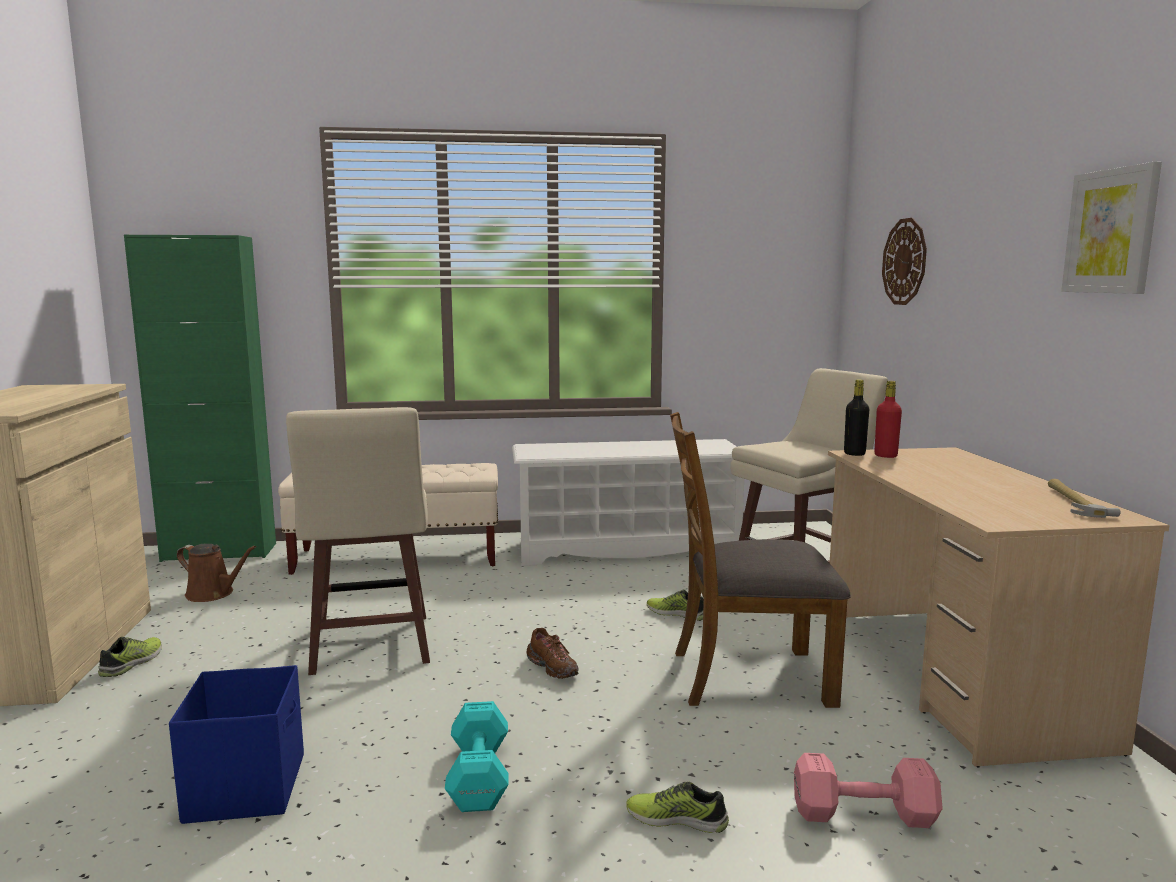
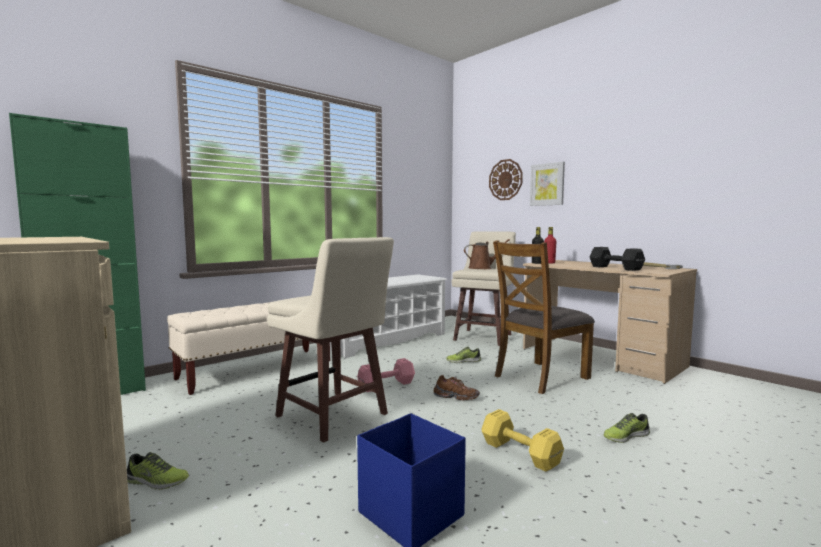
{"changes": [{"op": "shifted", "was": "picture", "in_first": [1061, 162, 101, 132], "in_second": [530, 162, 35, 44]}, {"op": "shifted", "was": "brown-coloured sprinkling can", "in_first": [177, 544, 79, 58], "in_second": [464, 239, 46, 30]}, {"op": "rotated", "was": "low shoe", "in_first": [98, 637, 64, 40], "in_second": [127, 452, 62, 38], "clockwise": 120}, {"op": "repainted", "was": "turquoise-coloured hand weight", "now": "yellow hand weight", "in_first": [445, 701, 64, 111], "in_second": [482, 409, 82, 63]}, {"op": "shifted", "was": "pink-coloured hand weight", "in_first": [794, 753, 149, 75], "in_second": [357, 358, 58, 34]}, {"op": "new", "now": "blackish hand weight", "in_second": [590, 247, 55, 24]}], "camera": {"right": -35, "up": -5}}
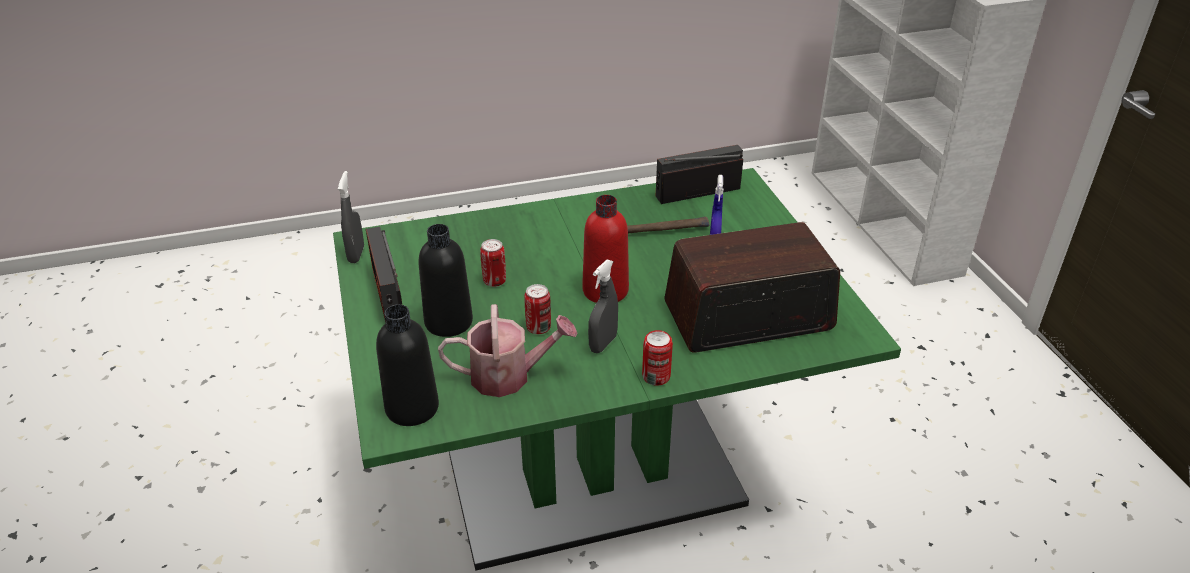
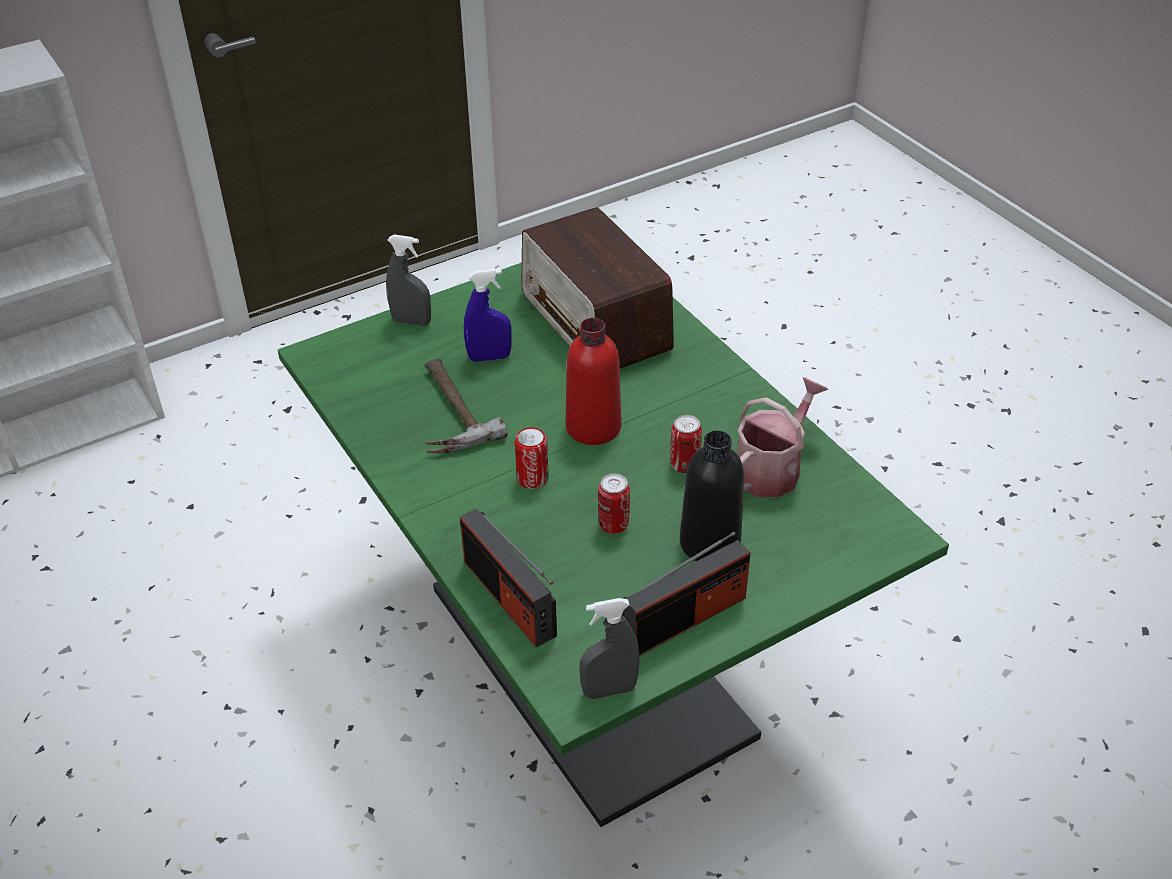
{"changes": [{"op": "shifted", "was": "radio receiver", "in_first": [656, 145, 87, 59], "in_second": [460, 508, 97, 139]}, {"op": "shifted", "was": "greyish sprayer", "in_first": [588, 260, 30, 93], "in_second": [386, 234, 45, 92]}, {"op": "gone", "was": "blackish beverage bottle", "in_first": [376, 304, 63, 122]}, {"op": "rotated", "was": "sprinkling can", "in_first": [438, 304, 140, 93], "in_second": [737, 377, 92, 121], "clockwise": 60}, {"op": "shifted", "was": "metal can", "in_first": [642, 330, 31, 55], "in_second": [515, 427, 34, 62]}], "camera": {"right": -105, "up": 5}}
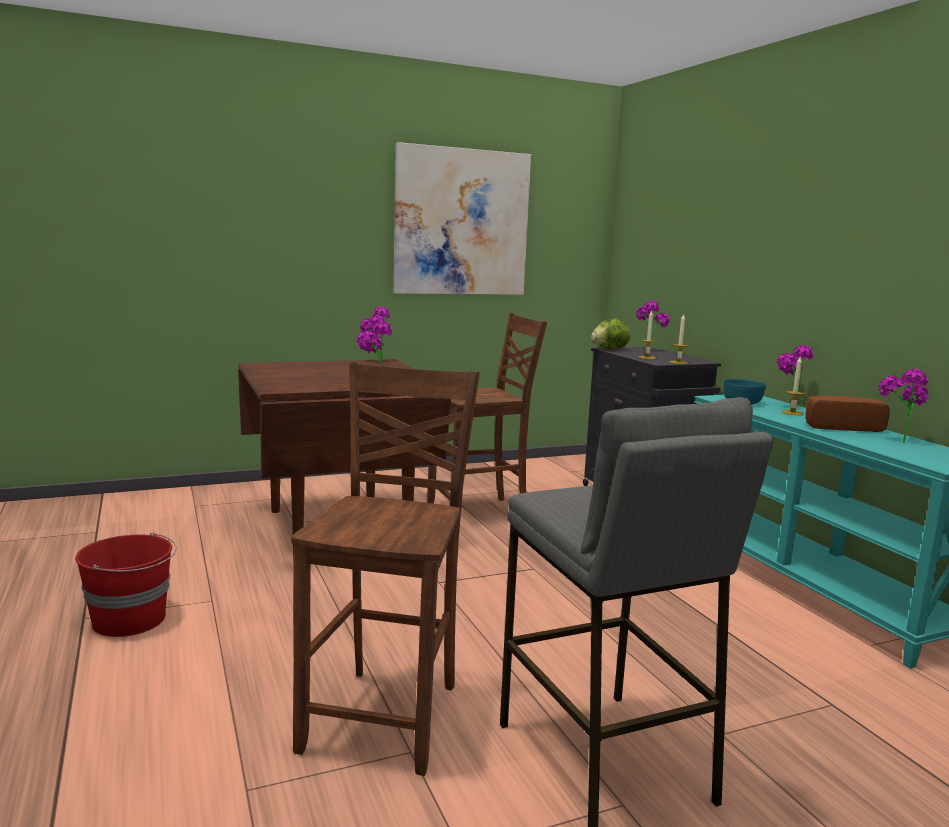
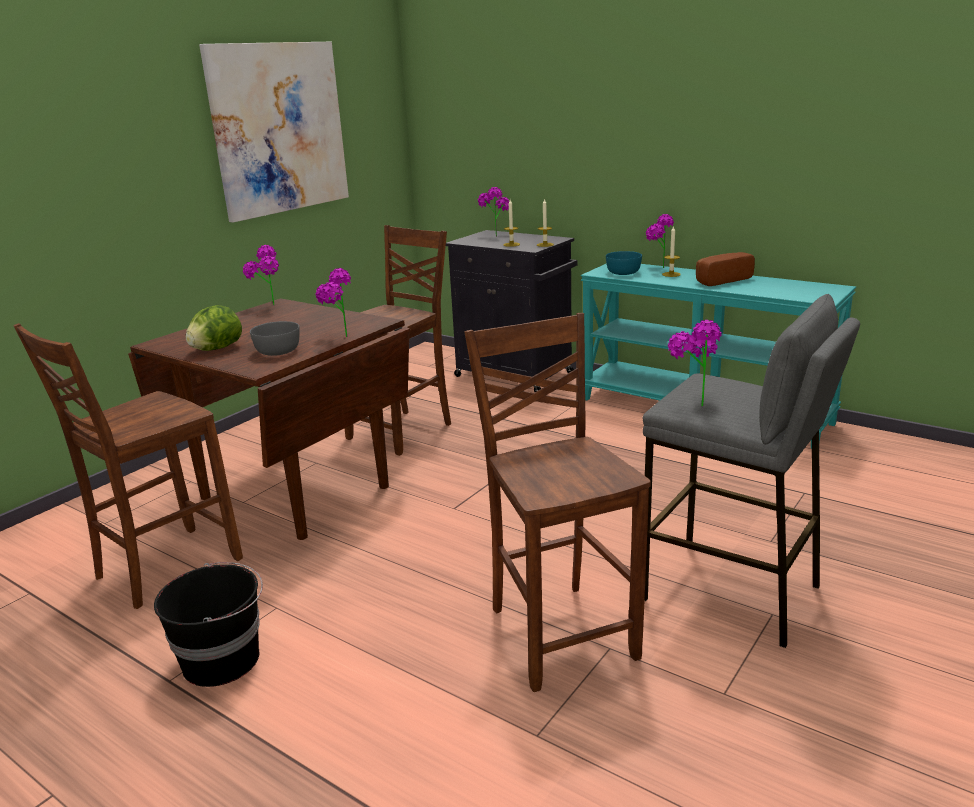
{"changes": [{"op": "shifted", "was": "lettuce", "in_first": [591, 318, 39, 31], "in_second": [186, 305, 56, 46]}, {"op": "shifted", "was": "houseplant", "in_first": [878, 369, 51, 74], "in_second": [668, 320, 54, 86]}, {"op": "repainted", "was": "red-coloured pail", "now": "blackish pail", "in_first": [75, 532, 102, 105], "in_second": [154, 562, 109, 125]}, {"op": "new", "now": "greyish deep dish", "in_second": [250, 321, 50, 35]}, {"op": "new", "now": "brown-coloured chair", "in_second": [13, 323, 230, 286]}], "camera": {"right": -30, "up": 10}}
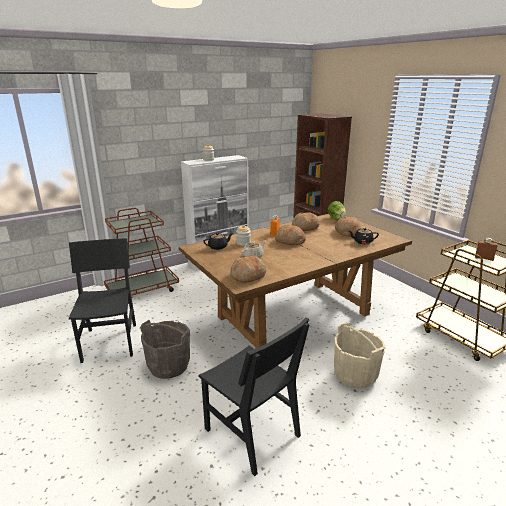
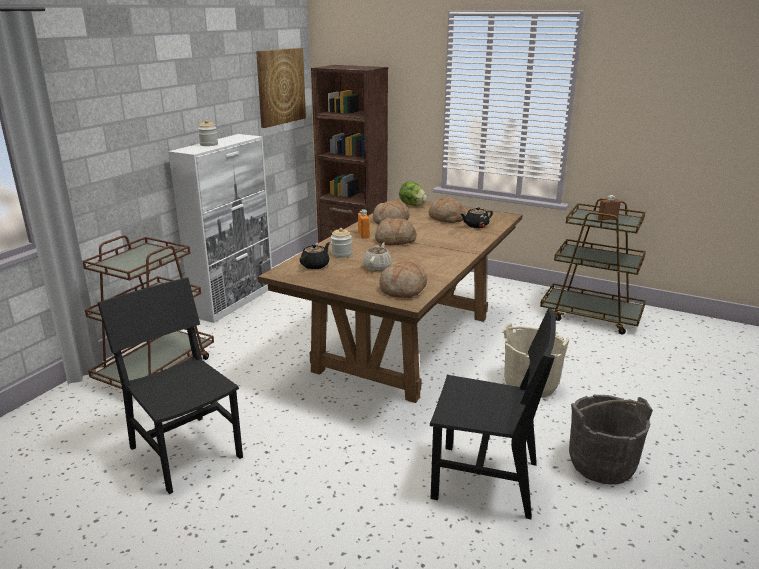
{"changes": [{"op": "shifted", "was": "greyish pail", "in_first": [140, 320, 50, 59], "in_second": [569, 395, 84, 89]}, {"op": "new", "now": "picture", "in_second": [256, 48, 50, 80]}], "camera": {"right": -30, "up": 0}}
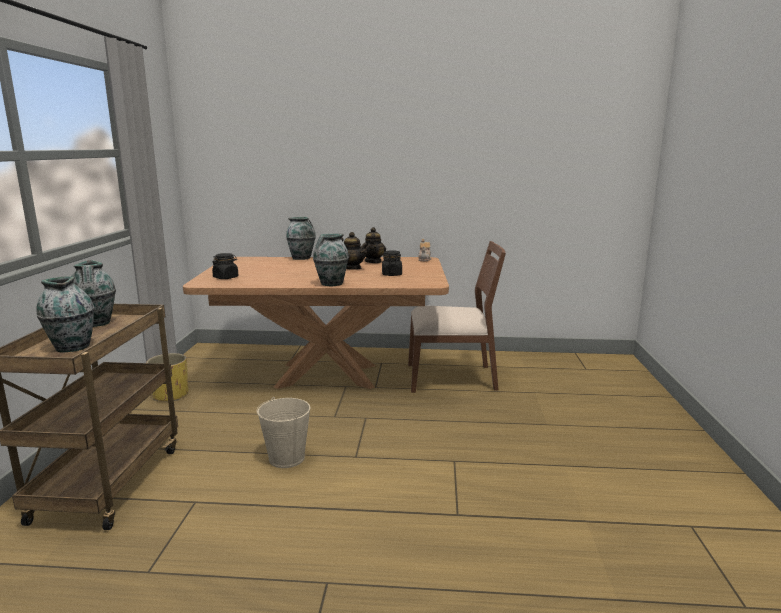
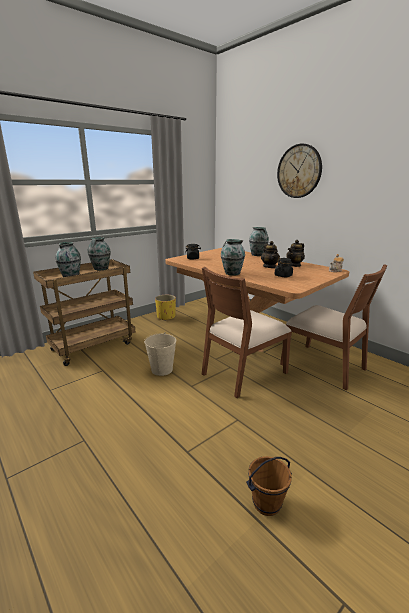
{"changes": [{"op": "new", "now": "clock on the wall", "in_second": [277, 144, 45, 54]}, {"op": "new", "now": "brown-coloured chair", "in_second": [202, 267, 89, 131]}, {"op": "new", "now": "brown-coloured pail", "in_second": [246, 456, 46, 60]}], "camera": {"right": 45, "up": 5}}
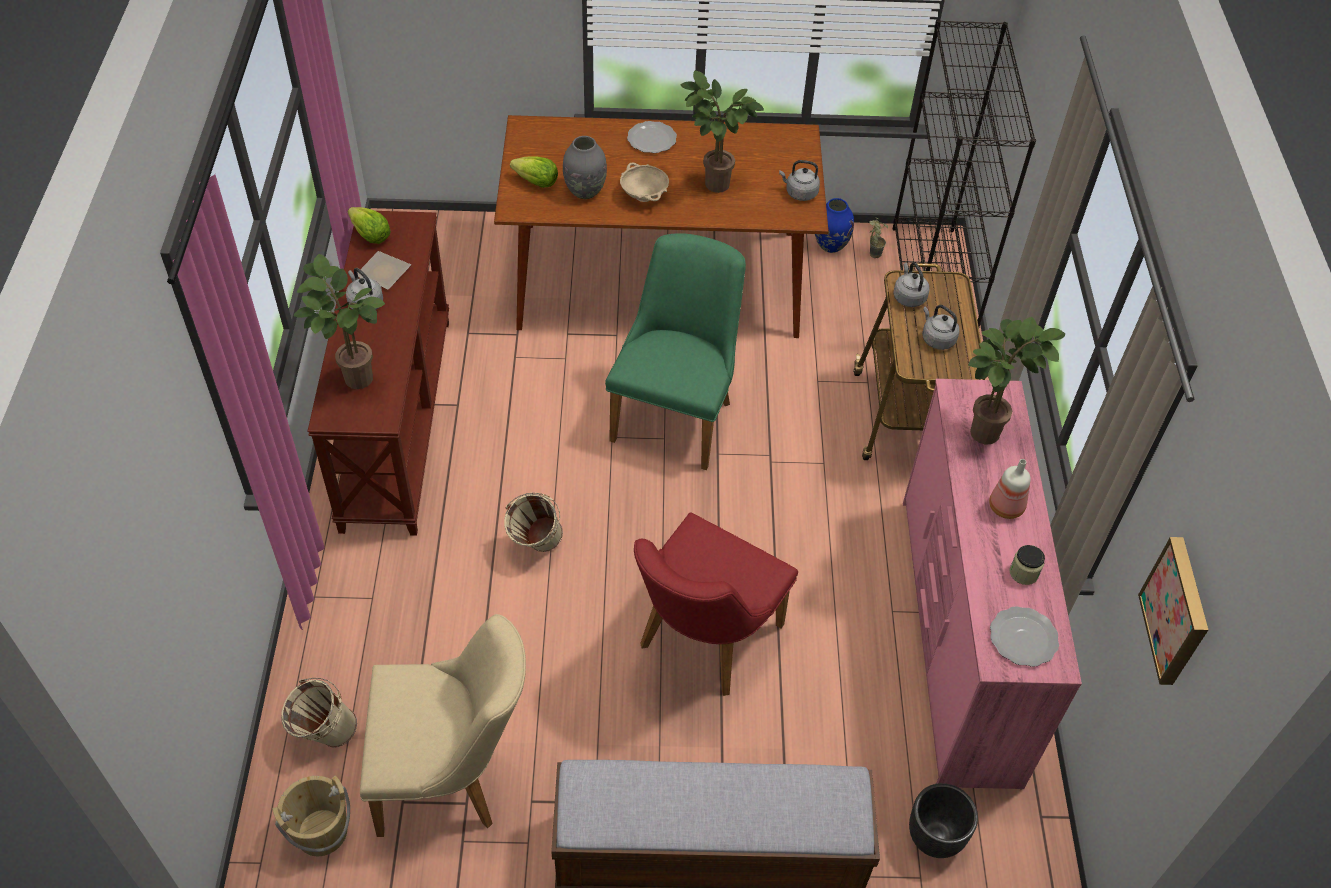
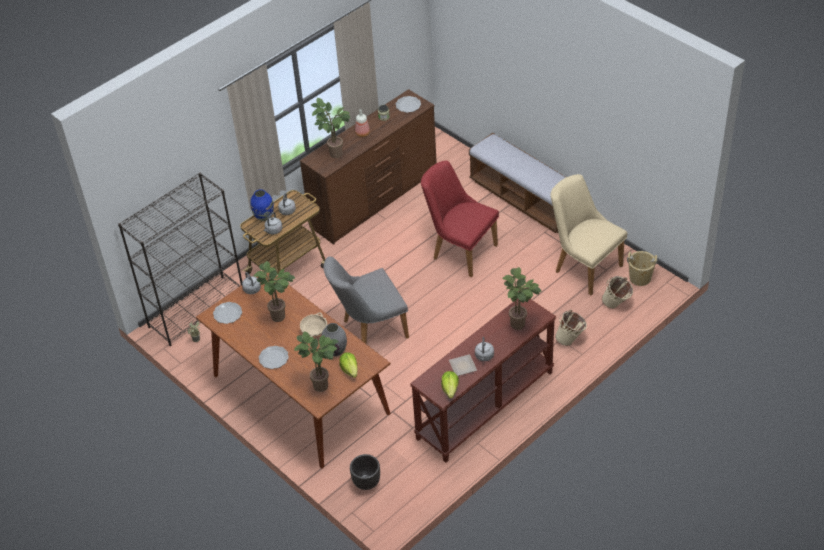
{"changes": [{"op": "shifted", "was": "blue vase", "in_first": [815, 198, 39, 55], "in_second": [250, 189, 24, 32]}, {"op": "repainted", "was": "green chair", "now": "greyish chair", "in_first": [605, 233, 141, 237], "in_second": [324, 257, 85, 87]}, {"op": "repainted", "was": "pink-coloured chest of drawers", "now": "brown-coloured chest of drawers", "in_first": [903, 379, 179, 410], "in_second": [300, 89, 137, 156]}, {"op": "shifted", "was": "beige-coloured pail", "in_first": [504, 493, 59, 59], "in_second": [555, 310, 32, 36]}, {"op": "rotated", "was": "red-coloured chair", "in_first": [634, 513, 164, 183], "in_second": [421, 160, 78, 117], "clockwise": -135}, {"op": "gone", "was": "picture", "in_first": [1138, 537, 70, 148]}, {"op": "shifted", "was": "blackish flower pot", "in_first": [909, 783, 69, 75], "in_second": [350, 454, 30, 36]}, {"op": "new", "now": "dinner plate", "in_second": [213, 302, 29, 22]}, {"op": "new", "now": "houseplant", "in_second": [294, 331, 44, 61]}], "camera": {"right": -130, "up": -5}}
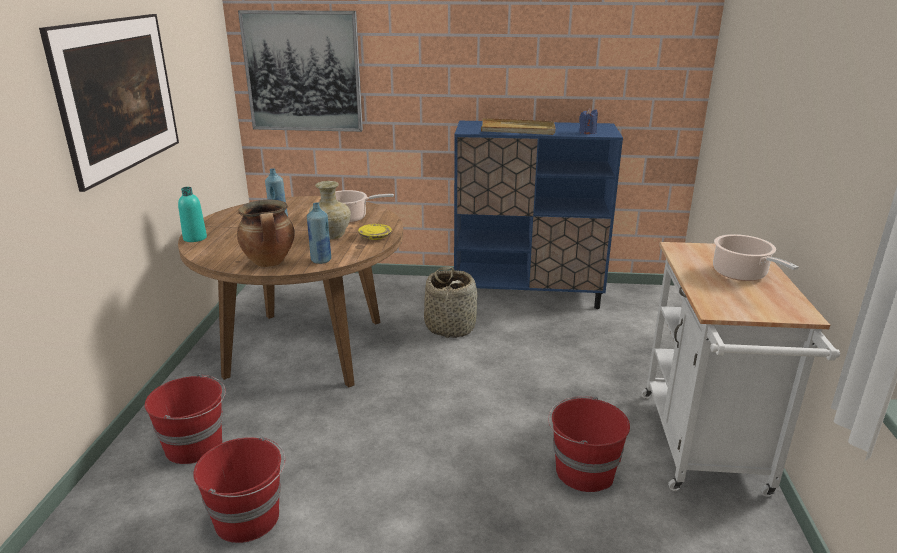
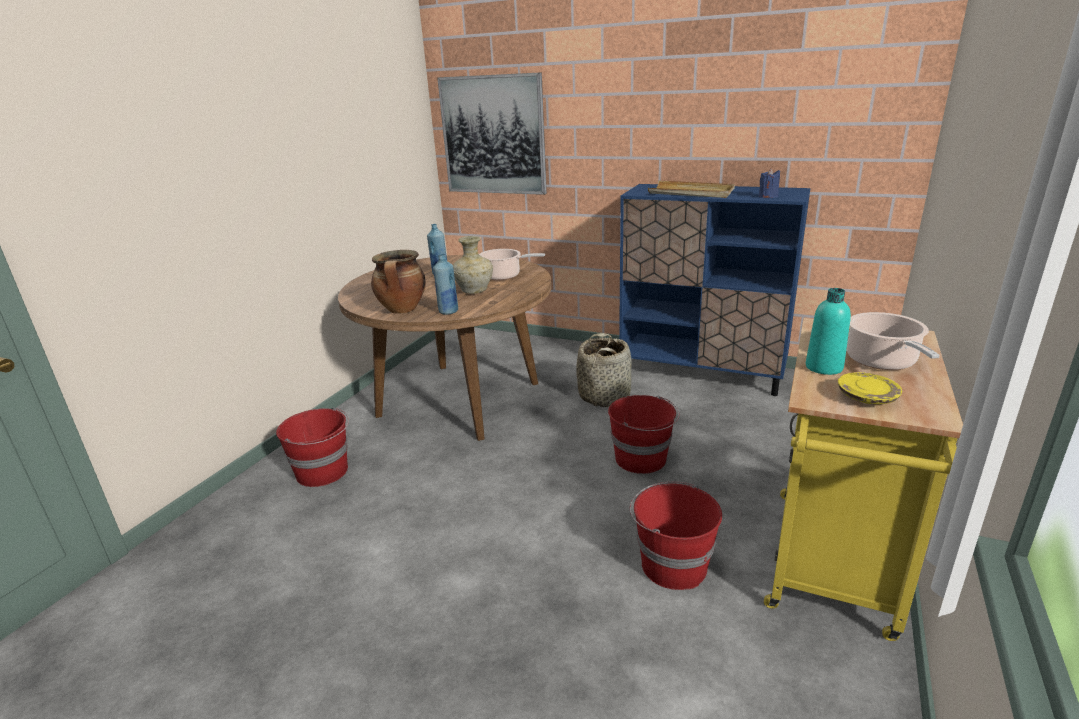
{"changes": [{"op": "gone", "was": "picture", "in_first": [39, 14, 140, 178]}, {"op": "shifted", "was": "turquoise-coloured beverage bottle", "in_first": [178, 187, 29, 55], "in_second": [806, 288, 45, 87]}, {"op": "shifted", "was": "yellow dinner plate", "in_first": [358, 224, 34, 16], "in_second": [838, 372, 64, 32]}, {"op": "repainted", "was": "white cart", "now": "yellow cart", "in_first": [641, 242, 199, 255], "in_second": [764, 318, 199, 323]}, {"op": "shifted", "was": "red-coloured pail", "in_first": [193, 436, 92, 107], "in_second": [608, 395, 72, 79]}], "camera": {"right": 20, "up": 0}}
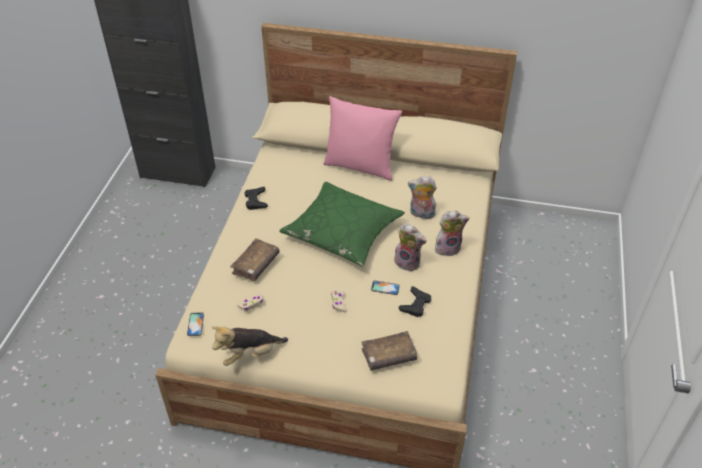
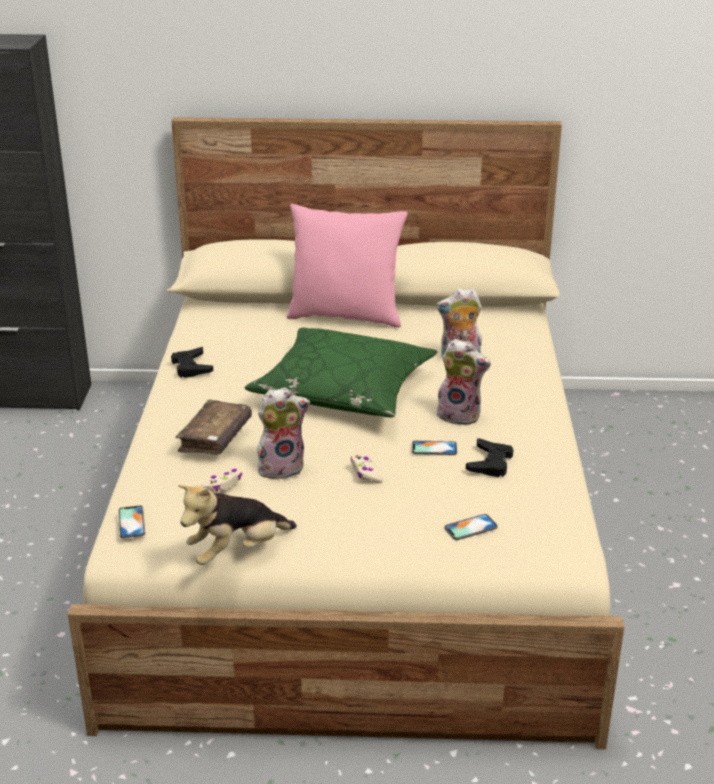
{"changes": [{"op": "shifted", "was": "soft toy", "in_first": [435, 211, 34, 45], "in_second": [257, 387, 53, 92]}, {"op": "swapped", "was": "brown-coloured bound book", "now": "handset", "in_first": [361, 331, 56, 40], "in_second": [444, 514, 53, 26]}], "camera": {"right": -10, "up": -15}}
